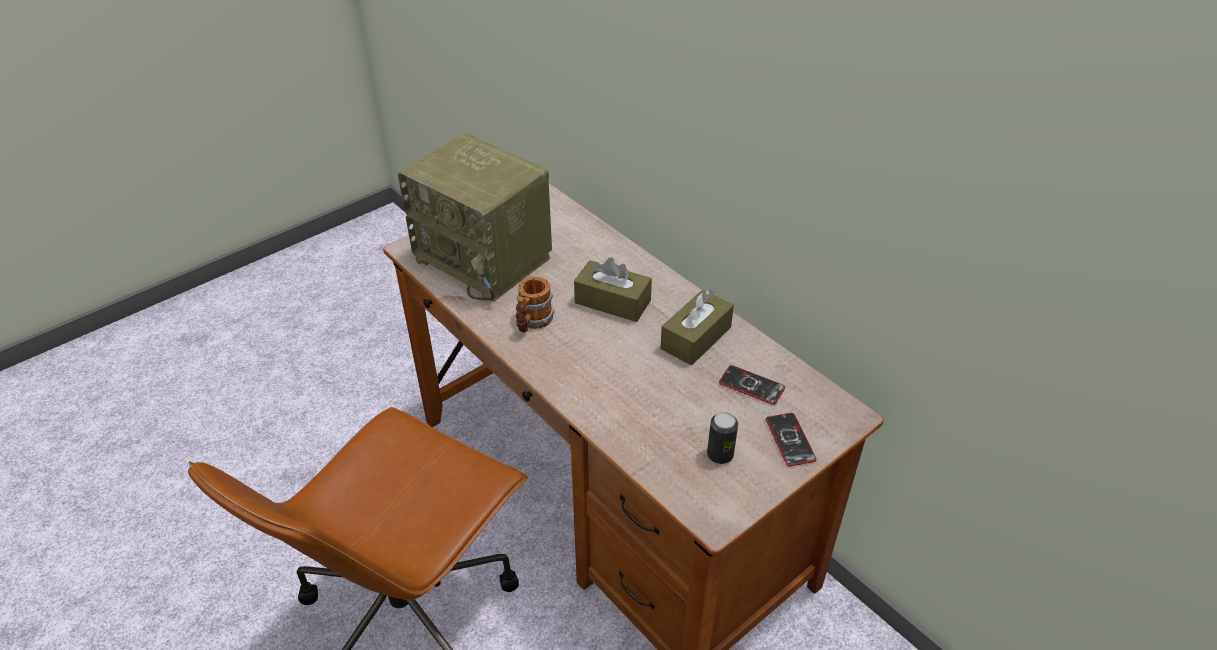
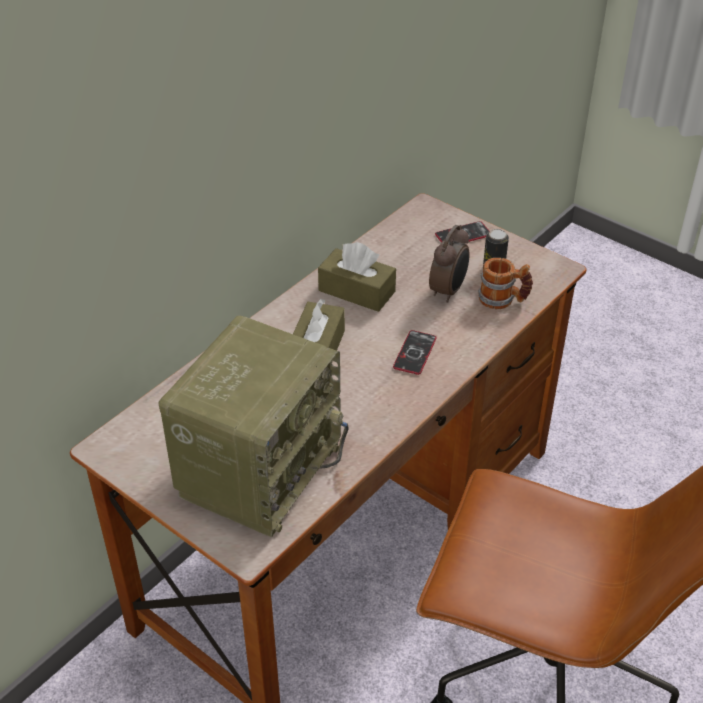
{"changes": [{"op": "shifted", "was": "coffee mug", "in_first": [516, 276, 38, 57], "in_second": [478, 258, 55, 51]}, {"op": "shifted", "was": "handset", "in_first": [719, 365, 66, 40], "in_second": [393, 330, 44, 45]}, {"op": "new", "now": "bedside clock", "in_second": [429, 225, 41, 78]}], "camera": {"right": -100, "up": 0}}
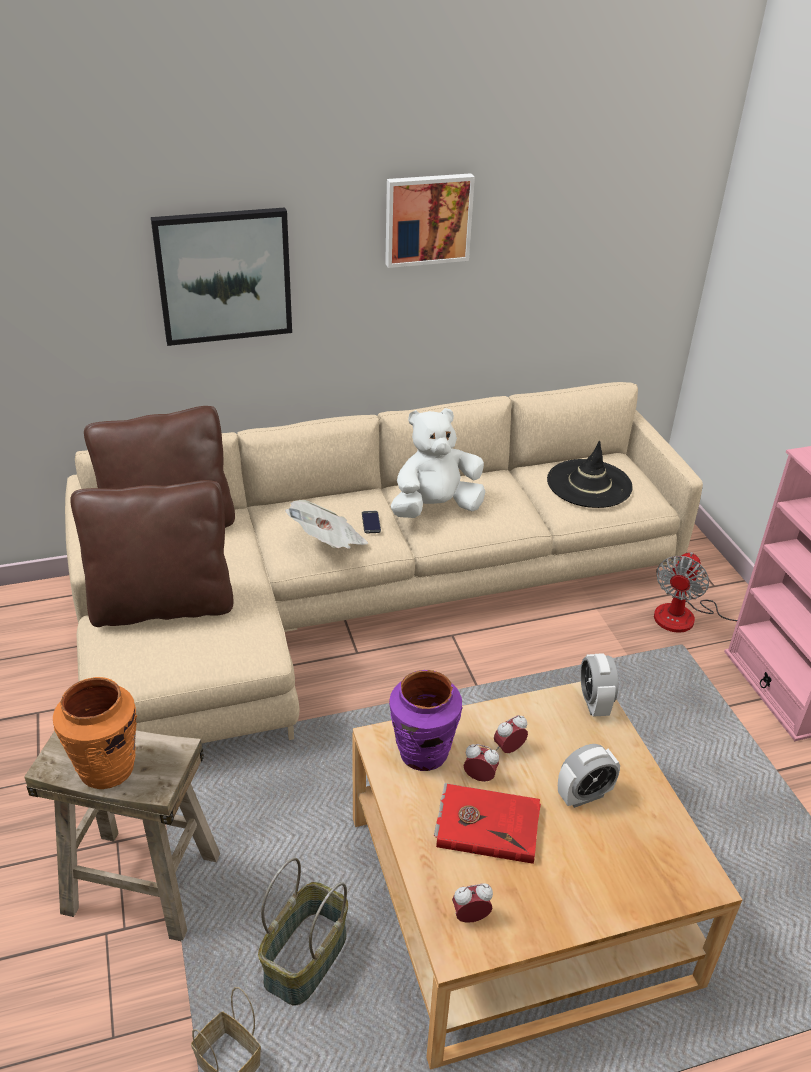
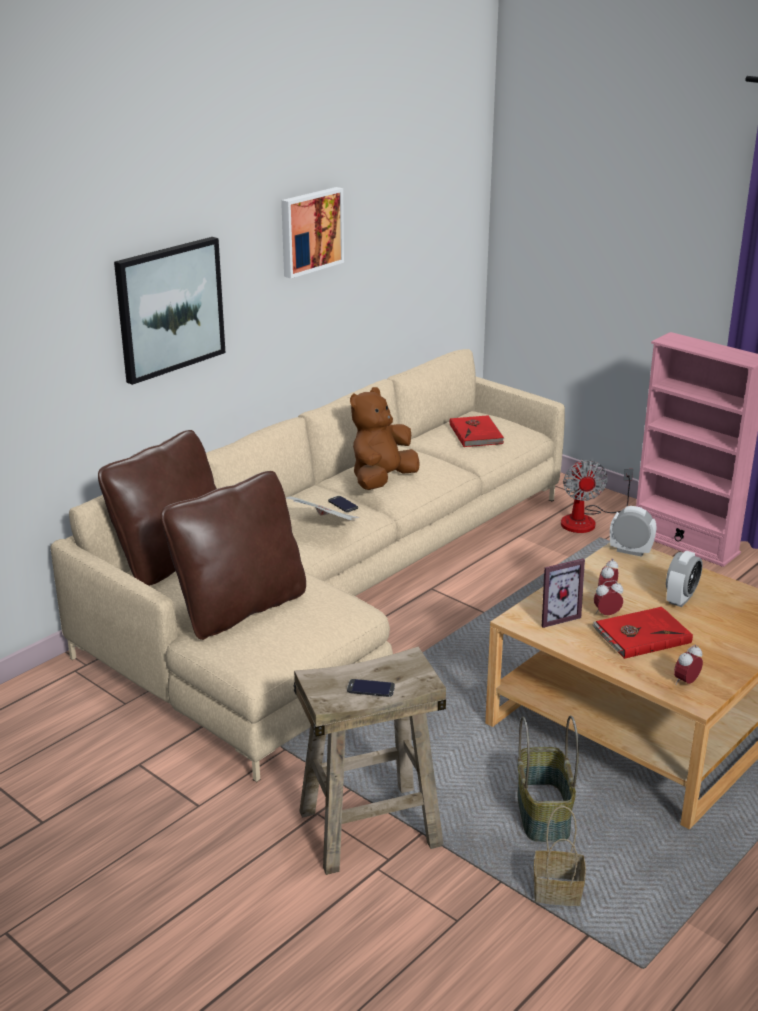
{"changes": [{"op": "repainted", "was": "white soft toy", "now": "brown-coloured soft toy", "in_first": [391, 408, 94, 110], "in_second": [350, 387, 70, 103]}, {"op": "swapped", "was": "blackish hat", "now": "red-coloured bound book", "in_first": [547, 441, 86, 67], "in_second": [450, 415, 54, 32]}, {"op": "rotated", "was": "bedside clock", "in_first": [580, 653, 38, 64], "in_second": [610, 506, 46, 51], "clockwise": 150}, {"op": "swapped", "was": "purple vase", "now": "photo frame", "in_first": [389, 670, 74, 101], "in_second": [542, 558, 43, 70]}, {"op": "swapped", "was": "orange vase", "now": "handset", "in_first": [53, 677, 84, 112], "in_second": [347, 679, 48, 18]}], "camera": {"right": -30, "up": -10}}
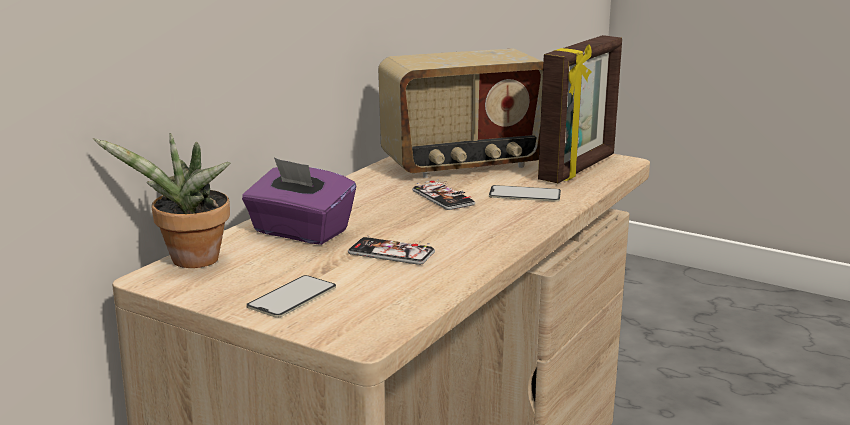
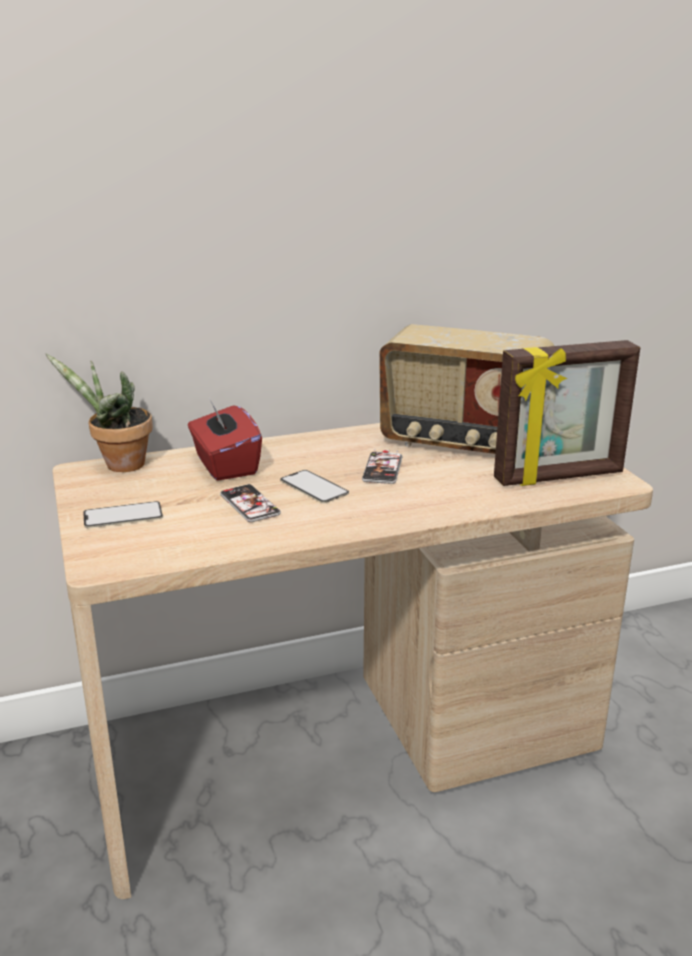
{"changes": [{"op": "repainted", "was": "purple tissue box", "now": "red-coloured tissue box", "in_first": [242, 158, 114, 87], "in_second": [188, 398, 74, 83]}, {"op": "shifted", "was": "handset", "in_first": [489, 185, 72, 17], "in_second": [280, 470, 69, 33]}], "camera": {"right": 40, "up": 5}}
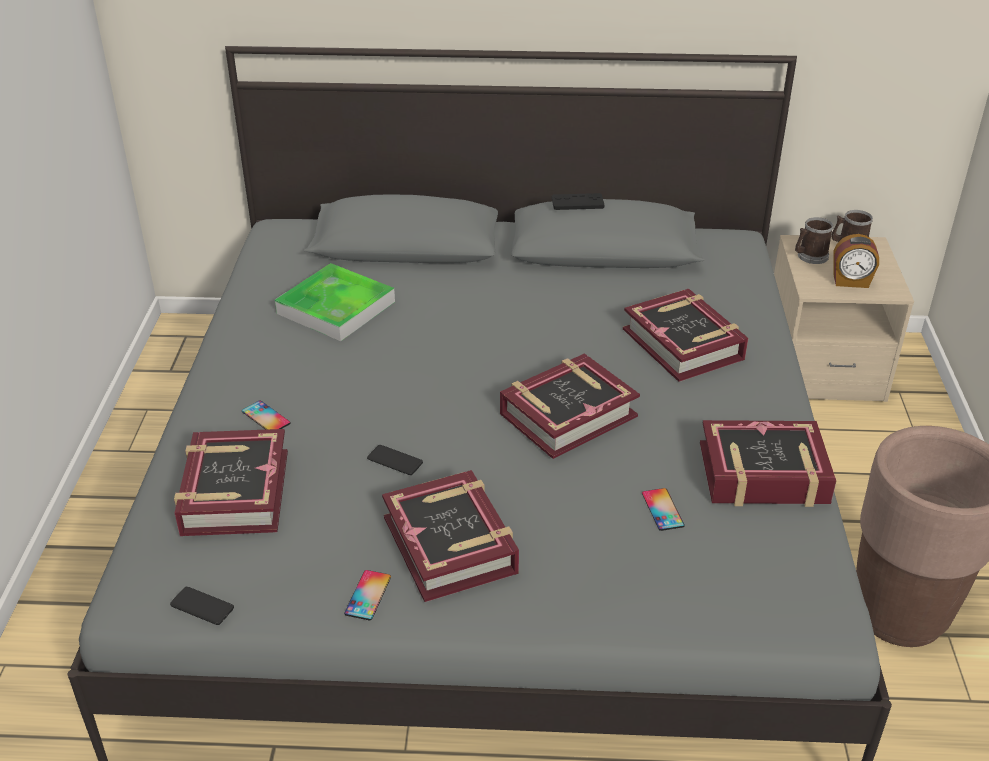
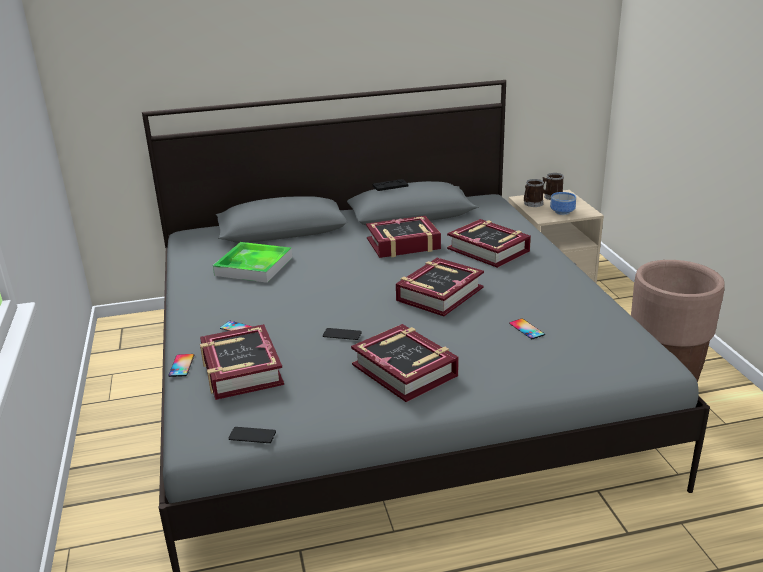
{"changes": [{"op": "swapped", "was": "bedside clock", "now": "deep dish", "in_first": [833, 234, 46, 54], "in_second": [550, 192, 26, 23]}, {"op": "shifted", "was": "bound book", "in_first": [700, 420, 136, 87], "in_second": [366, 216, 75, 42]}, {"op": "shifted", "was": "handset", "in_first": [344, 570, 47, 51], "in_second": [168, 354, 26, 23]}], "camera": {"right": -15, "up": -10}}
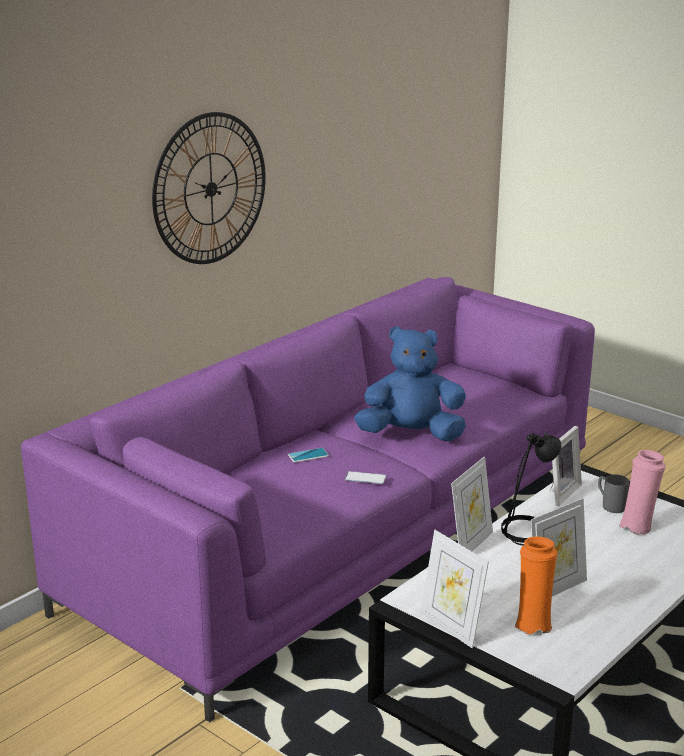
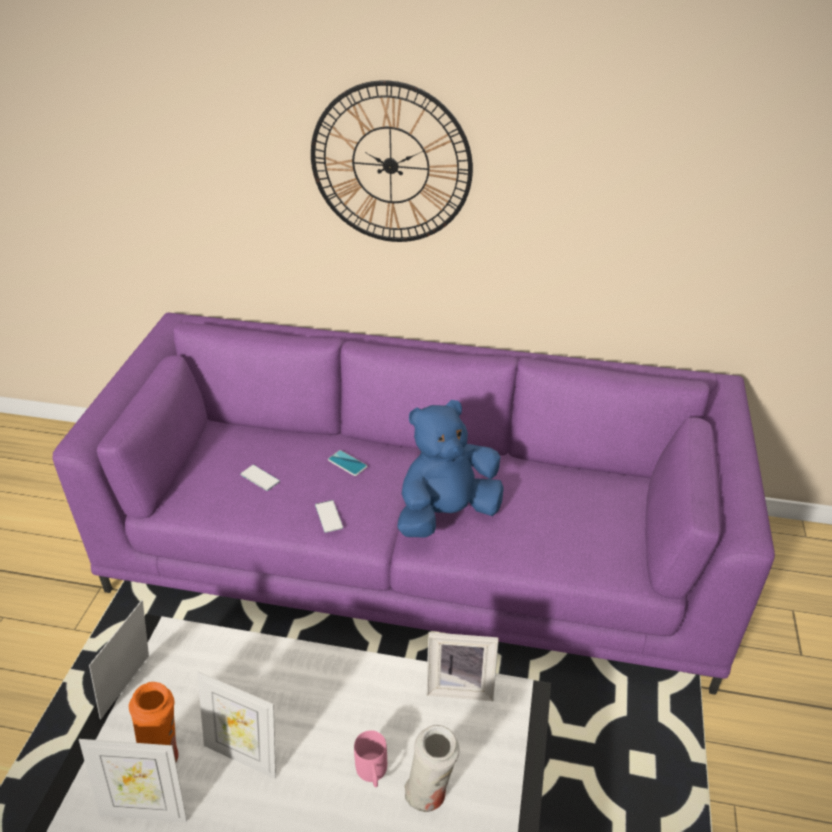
{"changes": [{"op": "rotated", "was": "blue soft toy", "in_first": [354, 326, 112, 115], "in_second": [398, 400, 106, 137], "clockwise": -90}, {"op": "gone", "was": "blackish table lamp", "in_first": [501, 432, 60, 114]}, {"op": "repainted", "was": "pink-coloured vase", "now": "white vase", "in_first": [619, 450, 47, 85], "in_second": [404, 725, 56, 87]}, {"op": "shifted", "was": "photo frame", "in_first": [451, 456, 42, 95], "in_second": [79, 739, 108, 83]}, {"op": "gone", "was": "greyish coffee mug", "in_first": [598, 474, 31, 39]}, {"op": "new", "now": "handset", "in_second": [240, 465, 40, 26]}, {"op": "new", "now": "pink-coloured coffee mug", "in_second": [354, 730, 33, 57]}], "camera": {"right": 60, "up": 15}}
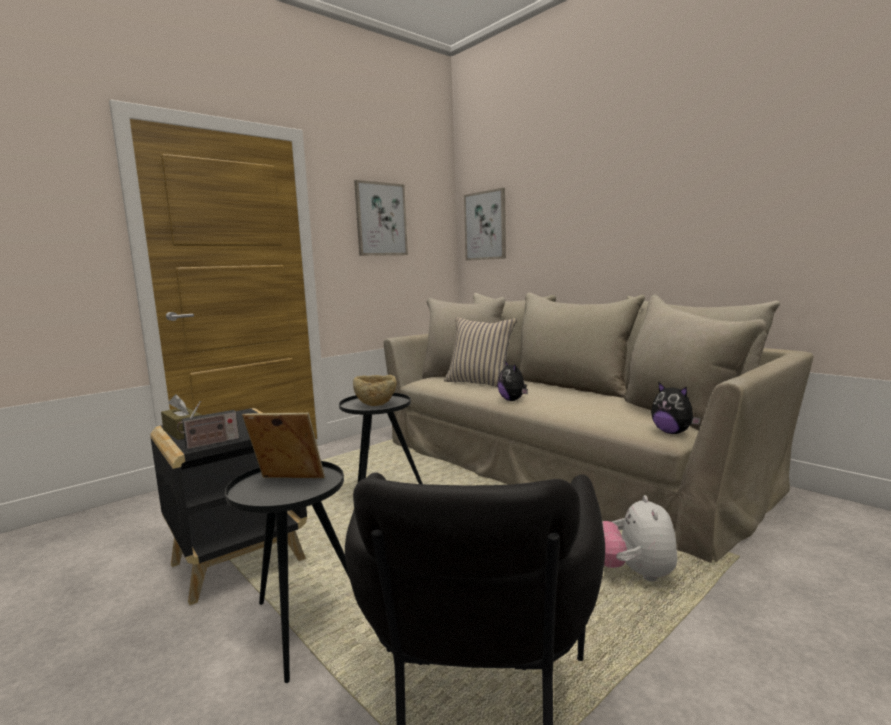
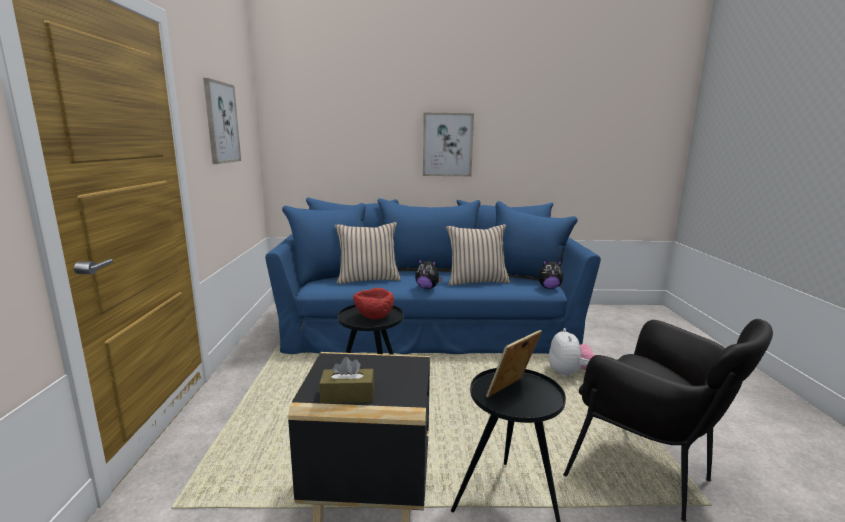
{"changes": [{"op": "shifted", "was": "picture", "in_first": [464, 188, 42, 73], "in_second": [423, 113, 51, 63]}, {"op": "repainted", "was": "beige-coloured couch", "now": "blue couch", "in_first": [384, 293, 430, 270], "in_second": [265, 197, 336, 157]}, {"op": "repainted", "was": "beige-coloured deep dish", "now": "red-coloured deep dish", "in_first": [353, 375, 44, 31], "in_second": [353, 288, 41, 31]}, {"op": "gone", "was": "radio receiver", "in_first": [177, 401, 62, 49]}, {"op": "rotated", "was": "soft toy", "in_first": [602, 495, 75, 86], "in_second": [549, 328, 46, 49], "clockwise": -135}, {"op": "new", "now": "beige-coloured pillow", "in_second": [446, 224, 64, 62]}], "camera": {"right": -50, "up": 5}}
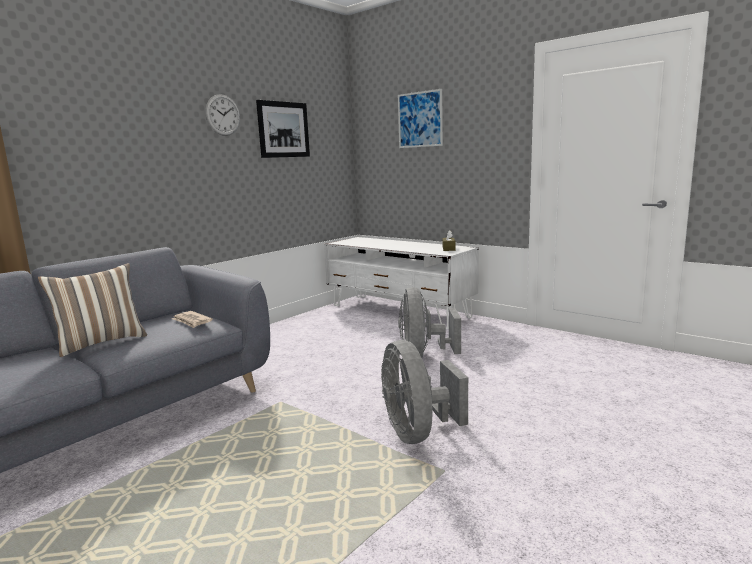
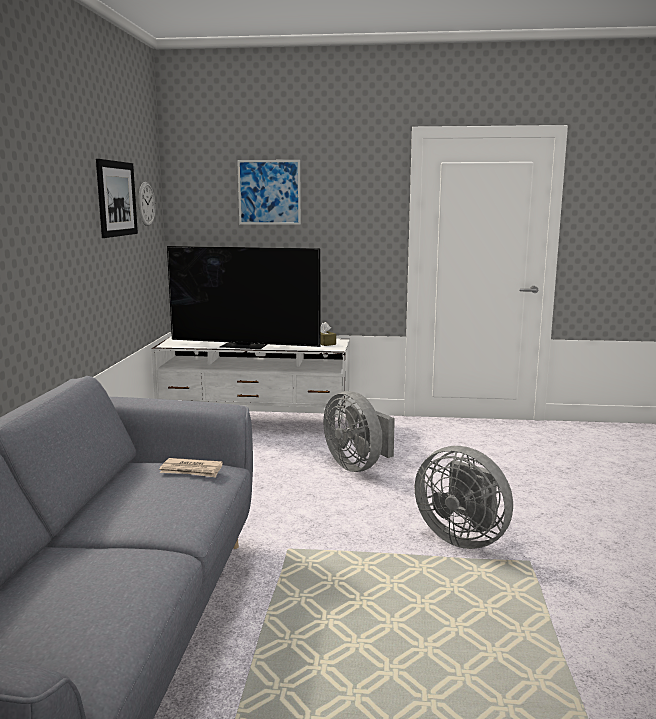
{"changes": [{"op": "shifted", "was": "clock on the wall", "in_first": [205, 94, 35, 42], "in_second": [138, 182, 17, 44]}, {"op": "gone", "was": "pillow", "in_first": [38, 263, 109, 94]}, {"op": "new", "now": "television", "in_second": [167, 246, 154, 103]}], "camera": {"right": -35, "up": 0}}
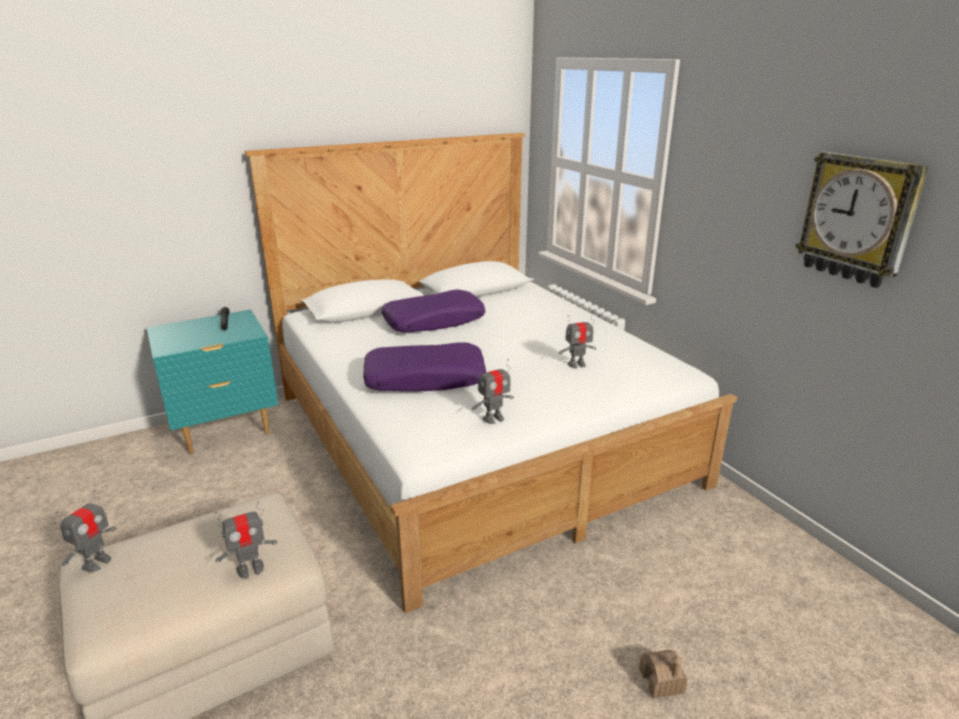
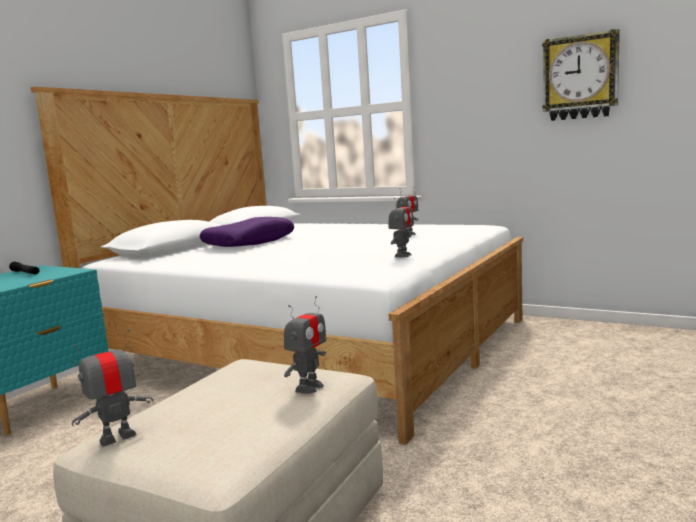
{"changes": [{"op": "gone", "was": "purple pillow", "in_first": [363, 342, 123, 50]}, {"op": "rotated", "was": "robot figure", "in_first": [56, 490, 61, 82], "in_second": [72, 329, 81, 118], "clockwise": -120}, {"op": "gone", "was": "model house", "in_first": [639, 650, 49, 48]}], "camera": {"right": -30, "up": -15}}
